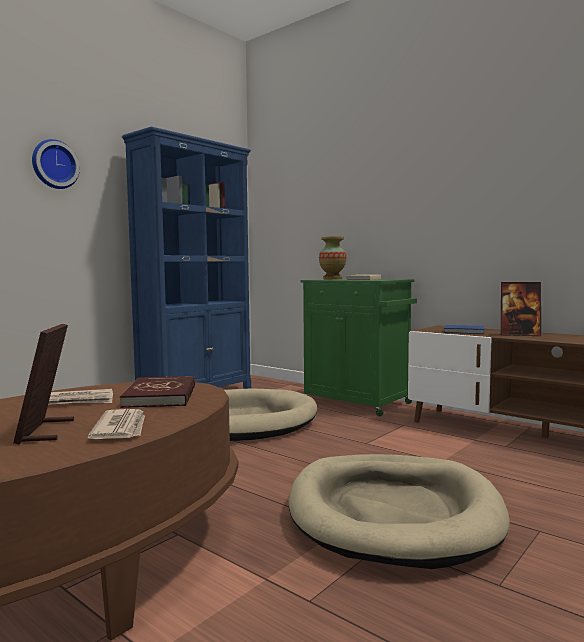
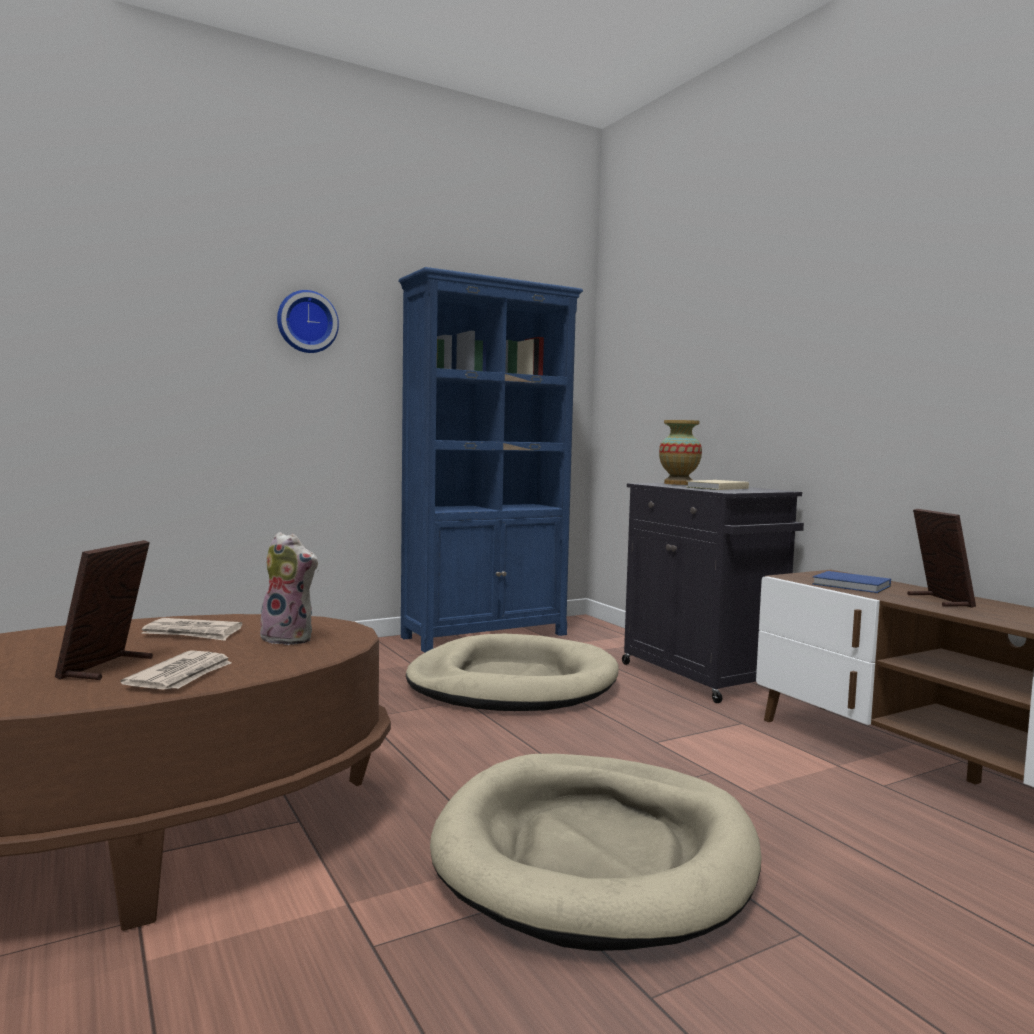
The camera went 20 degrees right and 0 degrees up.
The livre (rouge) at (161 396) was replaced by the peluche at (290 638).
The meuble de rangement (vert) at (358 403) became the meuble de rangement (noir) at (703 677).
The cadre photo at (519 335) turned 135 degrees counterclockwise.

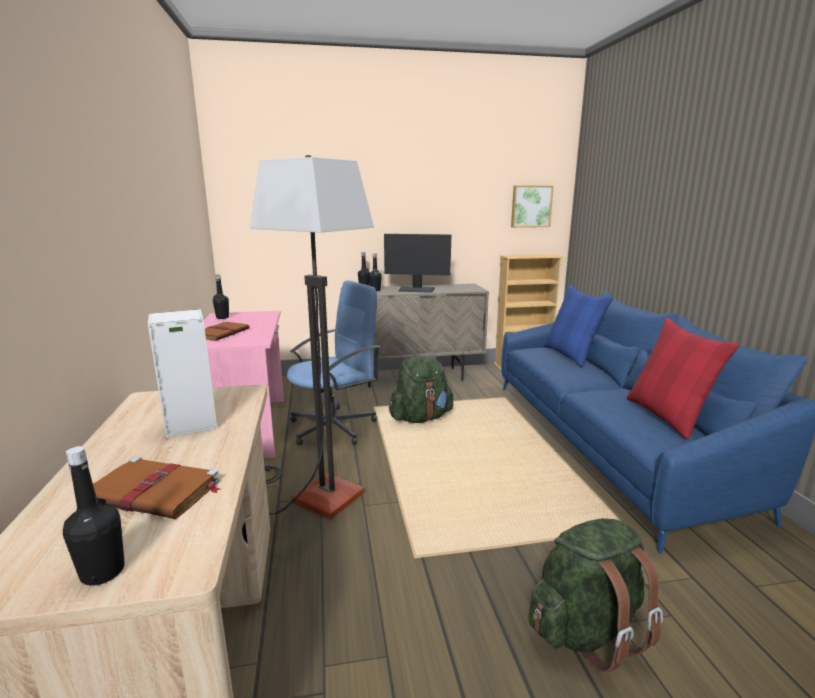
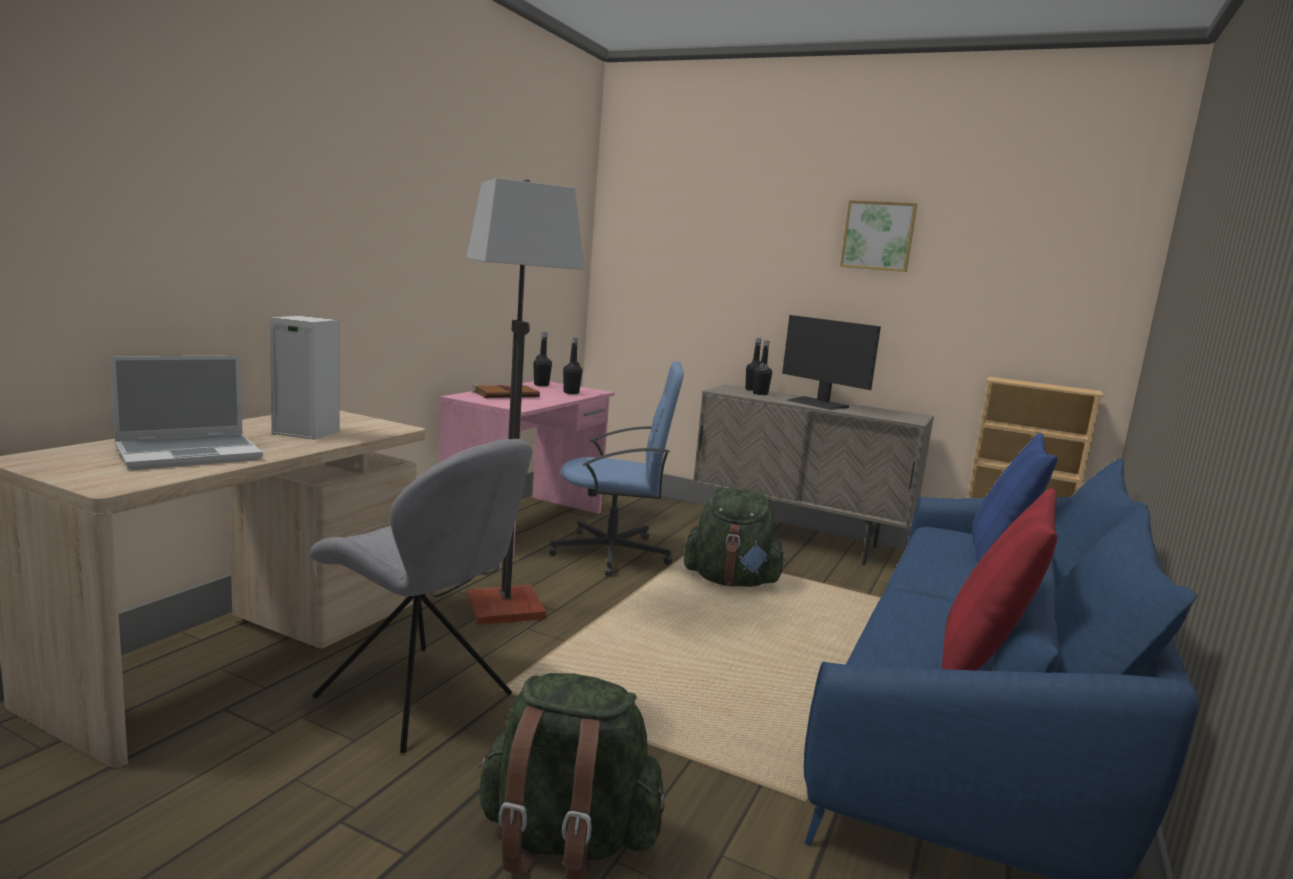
The camera went 35 degrees right and 5 degrees down.
The chaise (gris) at (419 699) appeared.
The bouteille (noir) moved from (102 572) to (571 393).
The tableau moved from (531 206) to (878 236).
The livre (marron) at (155 492) was replaced by the ordinateur portable at (191 454).

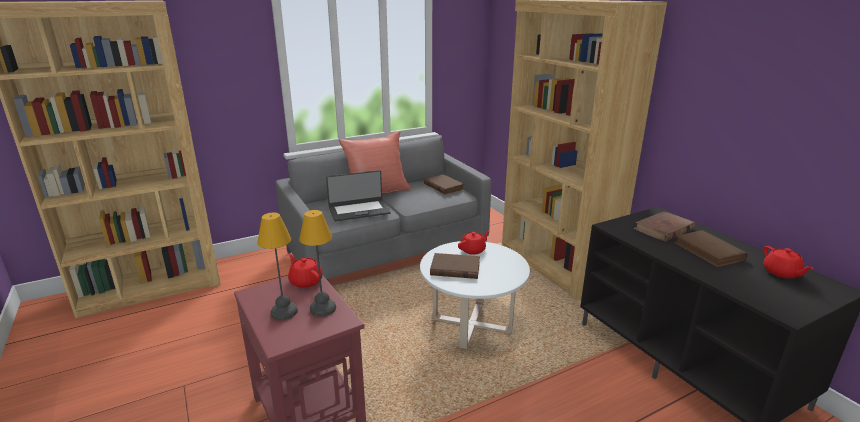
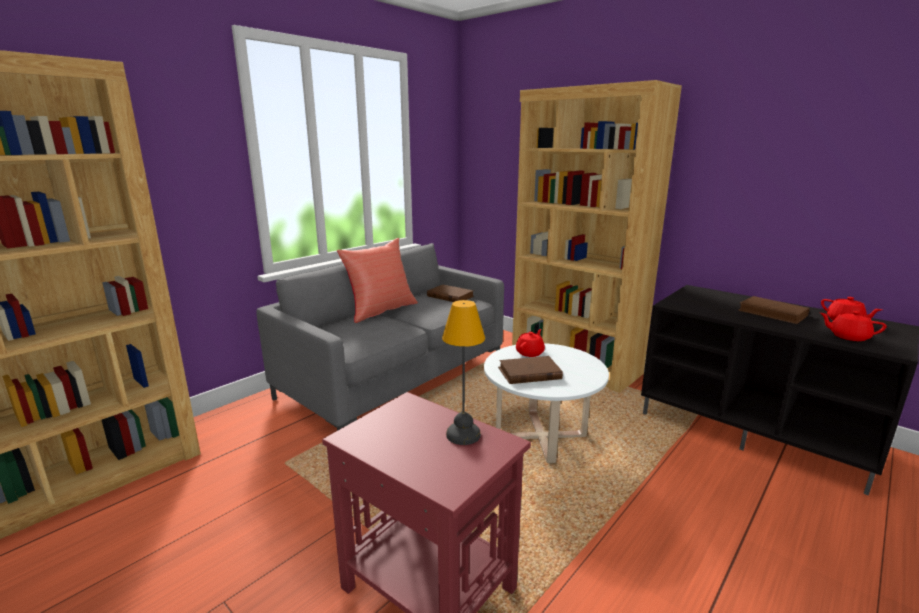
The camera went 20 degrees left and 5 degrees down.
The lampe de table at (285 311) disappeared.
The ordinateur portable at (359 210) disappeared.
The livre (marron) at (663 229) disappeared.
The théière (rouge) moved from (305 281) to (848 336).

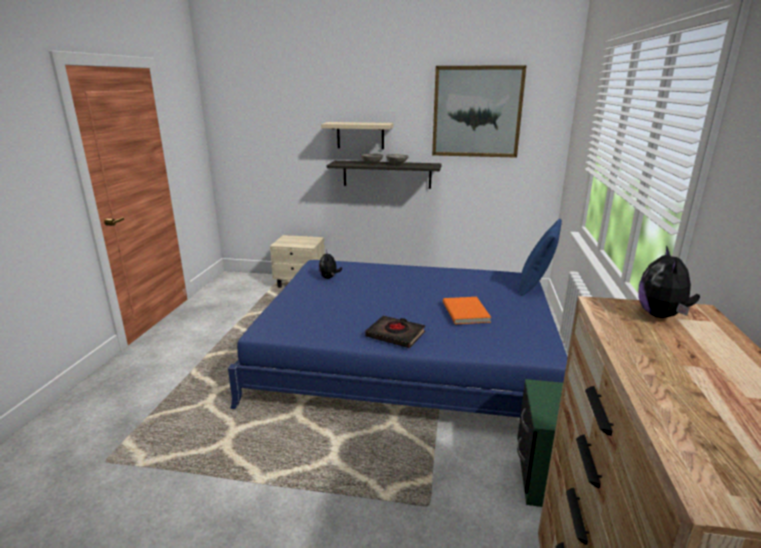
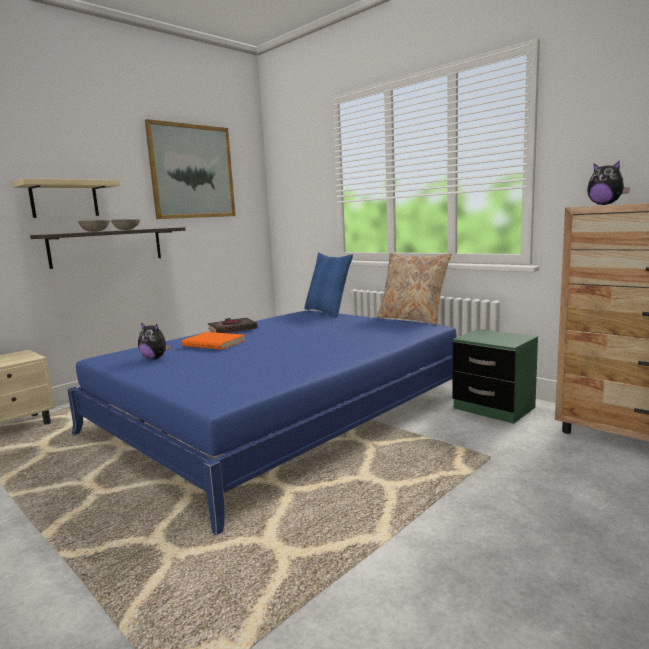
The camera went 55 degrees left and 10 degrees down.
The coussin (beige) at (412 319) appeared.
The livre (noir) moved from (395 335) to (232 329).
The livre (orange) moved from (466 312) to (215 343).

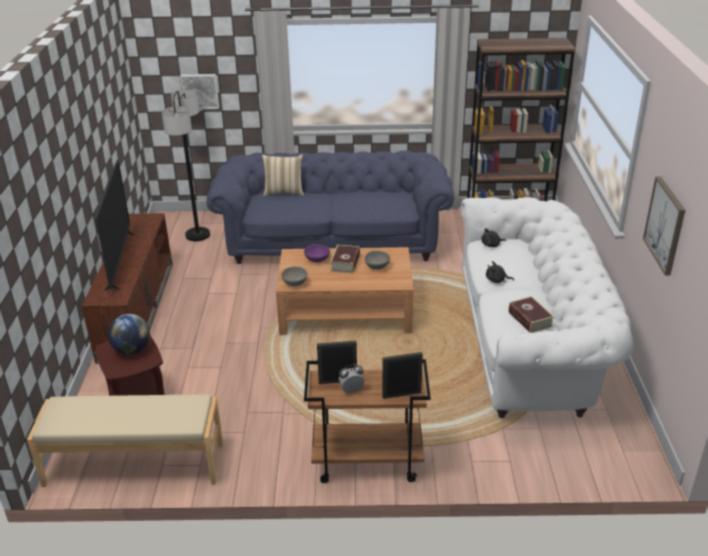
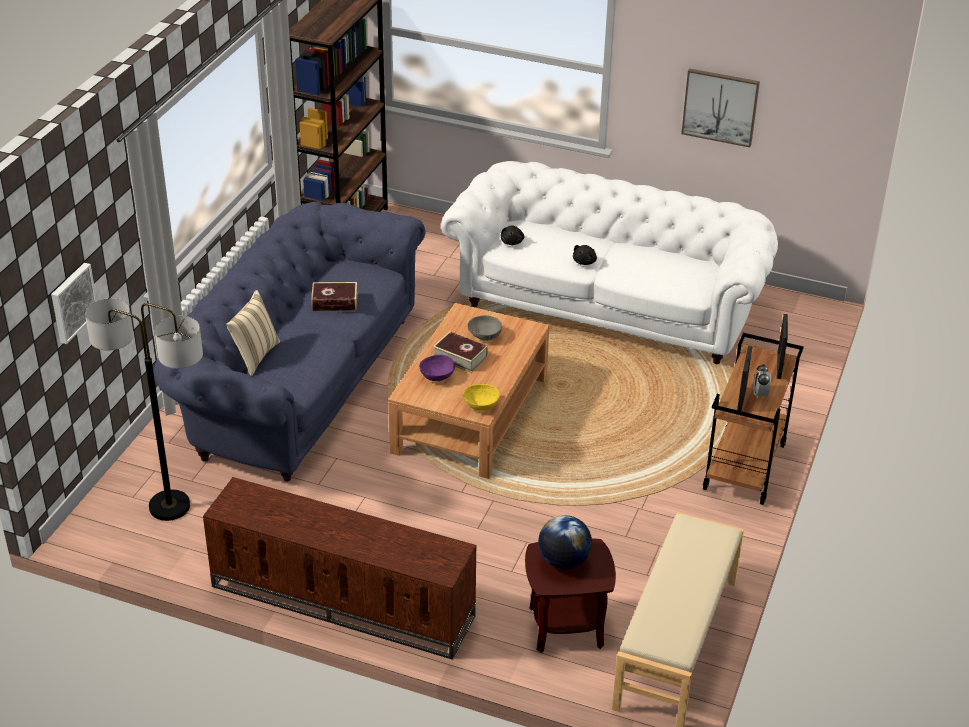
The camera went 70 degrees left and 5 degrees up.
The téléviseur at (120 261) disappeared.
The livre moved from (530 319) to (334 302).
The bol (gris) at (295 283) became the bol (jaune) at (480 406).

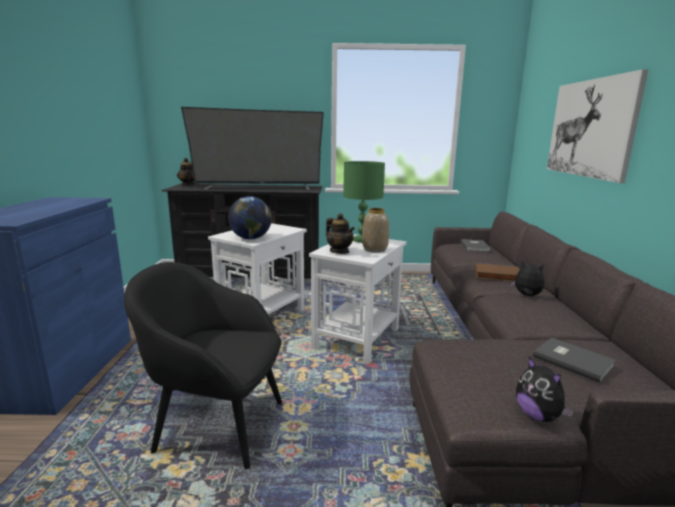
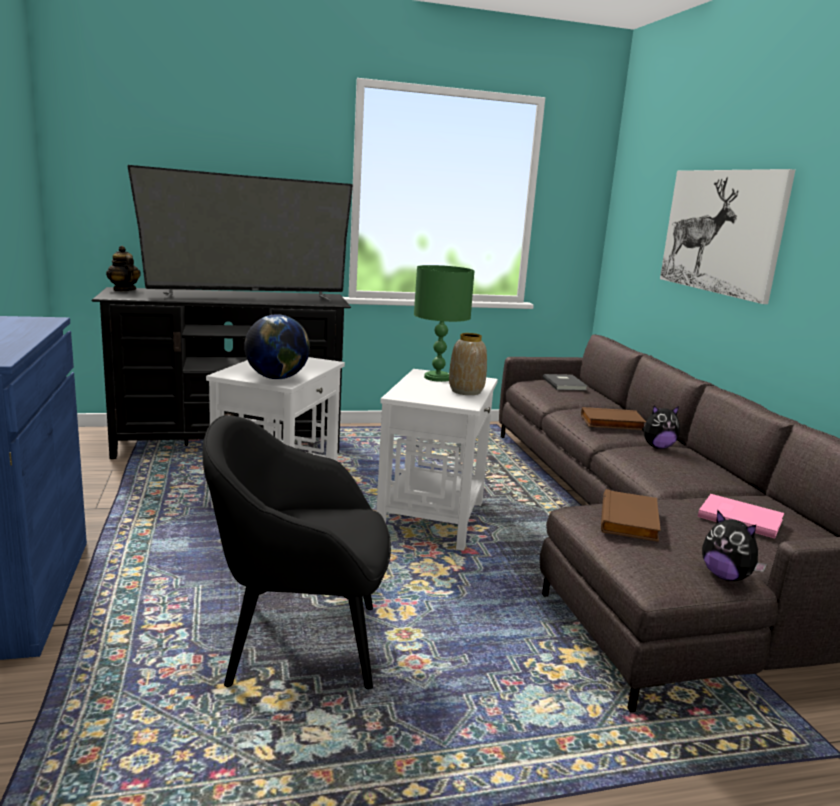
The camera went 15 degrees left and 0 degrees up.
The théière at (339 251) disappeared.
The livre (marron) at (631 520) appeared.
The livre (gris) at (572 360) became the livre (rose) at (739 517).
The peluche at (526 295) turned 150 degrees clockwise.

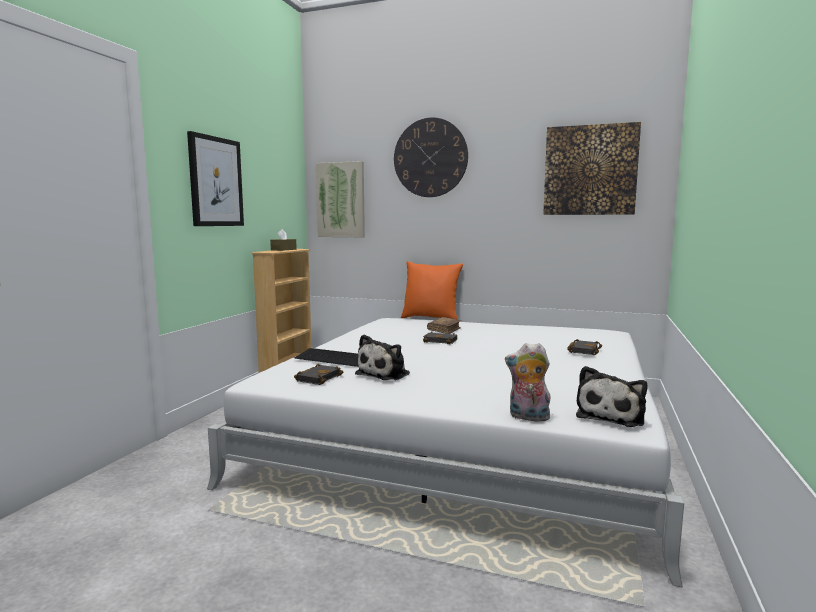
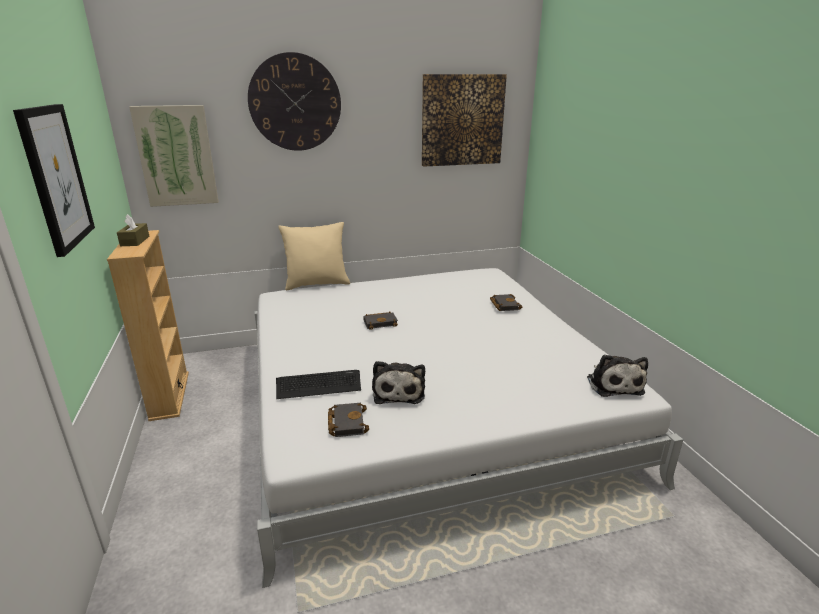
The camera went 35 degrees left and 15 degrees up.
The livre (marron) at (444 330) disappeared.
The peluche at (527 417) disappeared.
The coussin (orange) at (431 318) became the coussin (beige) at (317 284).

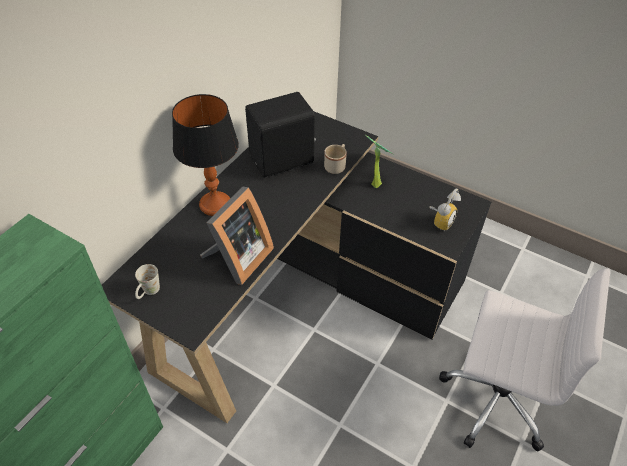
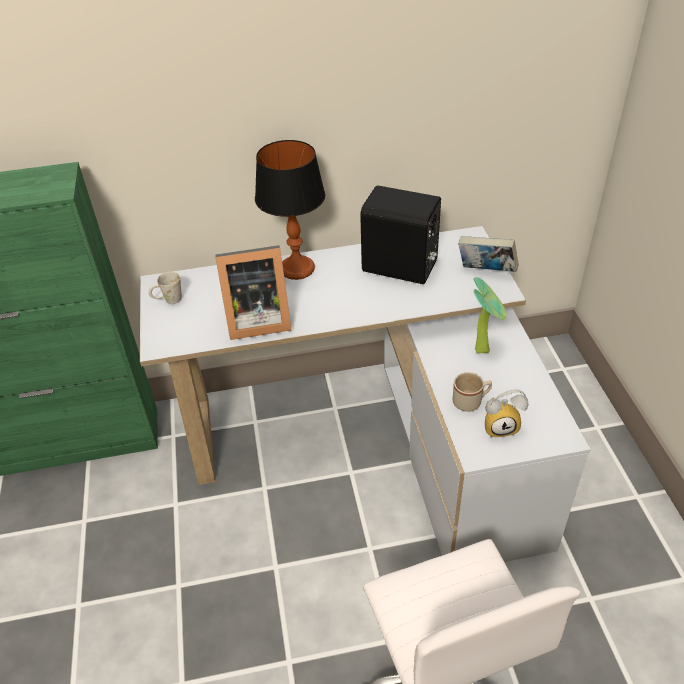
The camera went 50 degrees right and 5 degrees down.
The livre at (486 272) appeared.
The mug (beige) moved from (336 166) to (471 401).
The bureau (noir) at (302 298) became the bureau (blanc) at (374 438).

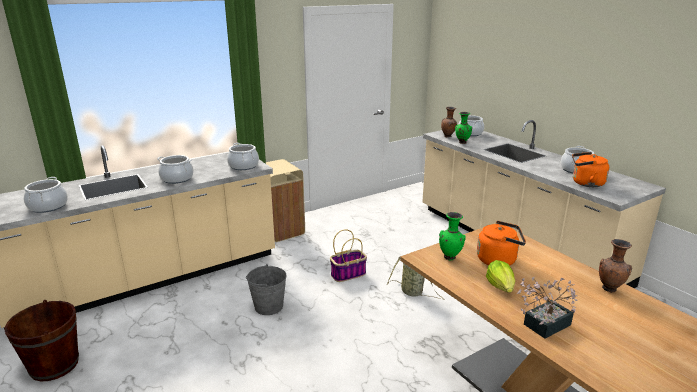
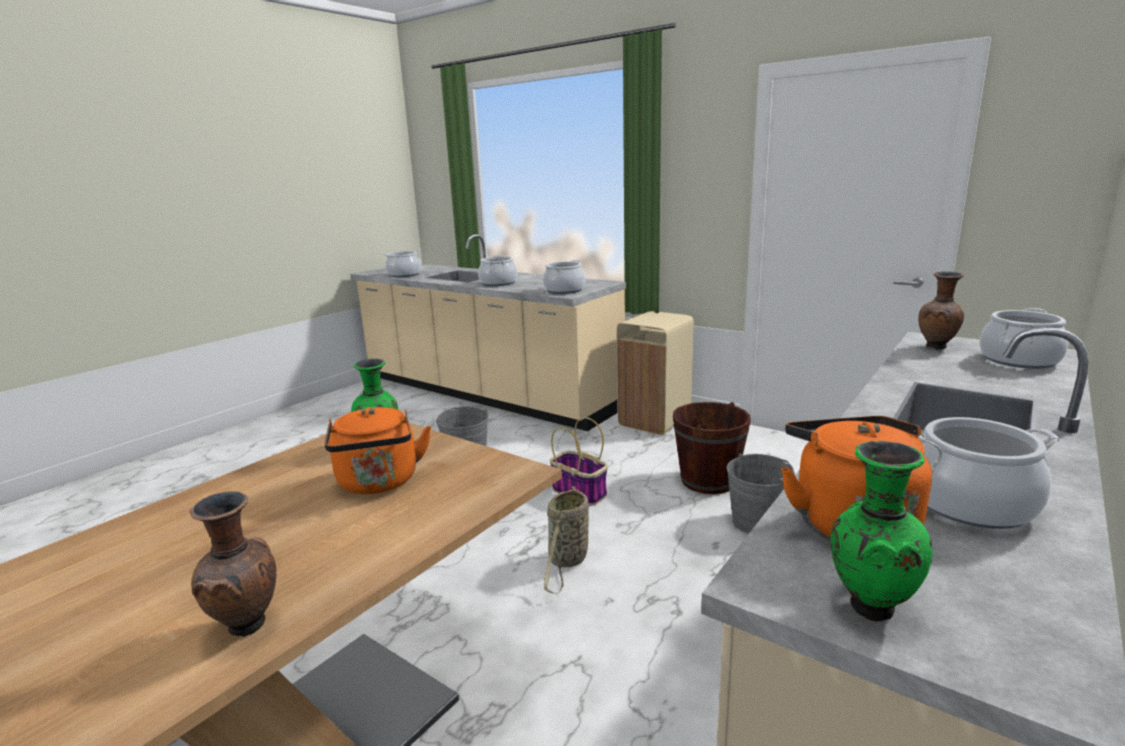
The camera went 70 degrees right and 5 degrees down.
The laitue at (501 286) disappeared.
The plante en pot at (543 326) disappeared.
The seau (gris) at (756 522) appeared.
The seau (marron) moved from (54 365) to (708 480).
The vase (vert) moved from (462 143) to (868 606).

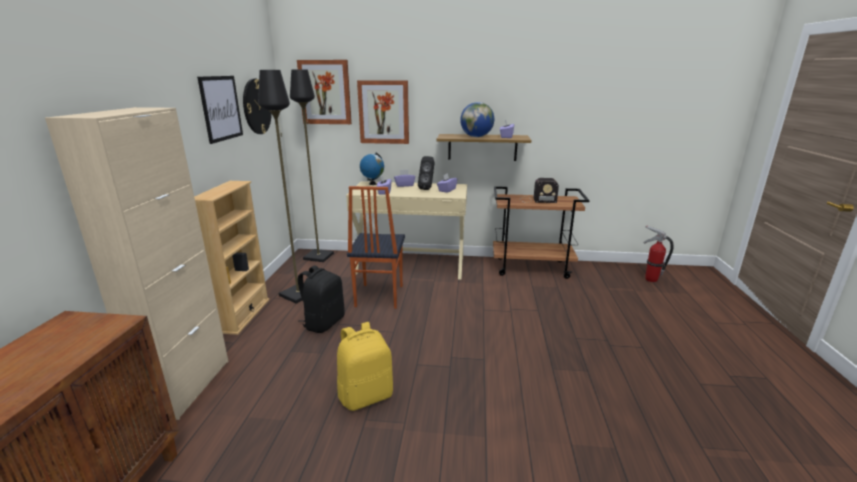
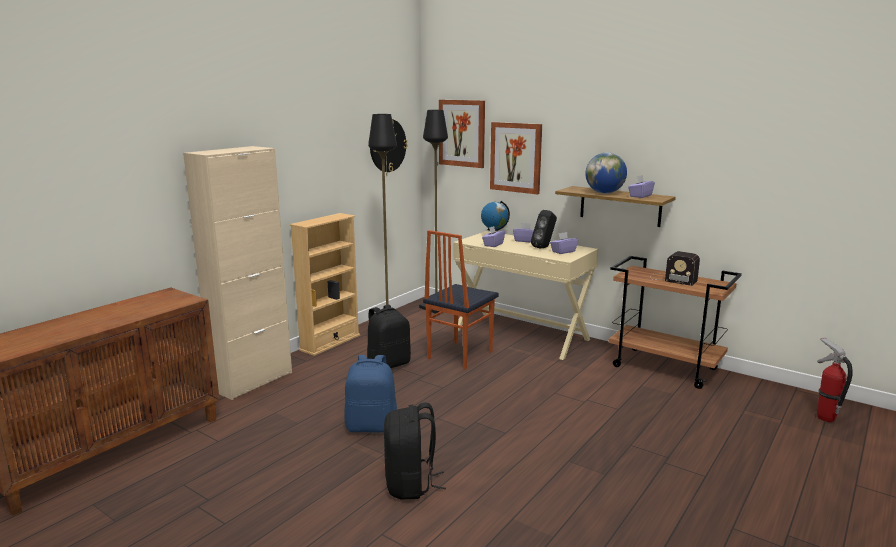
The camera went 30 degrees right and 5 degrees down.
The tableau at (221 108) disappeared.
The sac à dos (noir) at (411 485) appeared.
The sac à dos (jaune) at (366 395) became the sac à dos (bleu) at (372 426).

